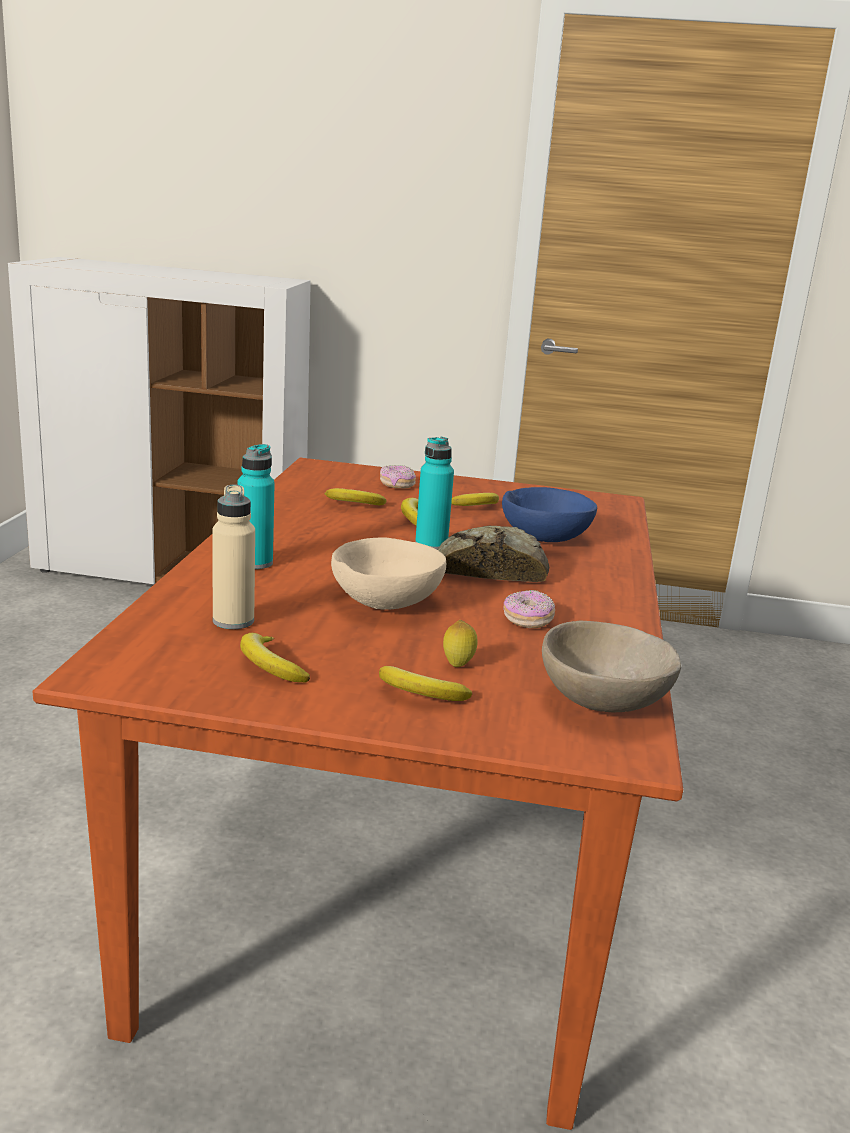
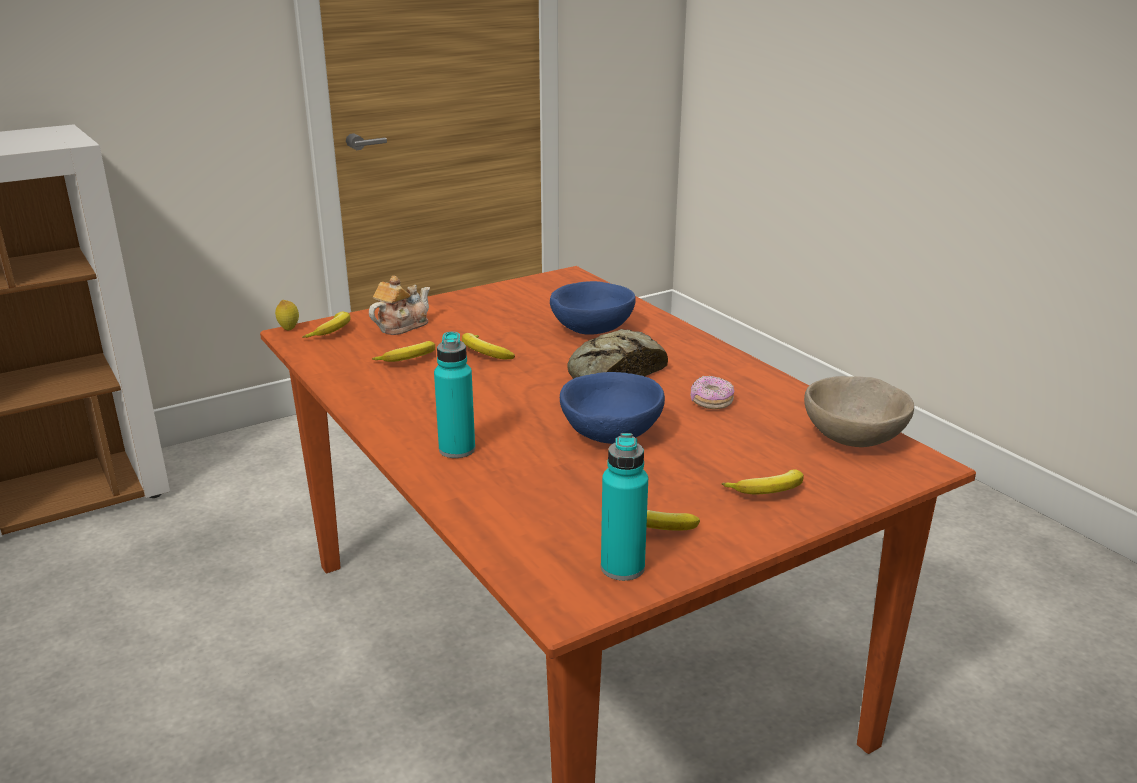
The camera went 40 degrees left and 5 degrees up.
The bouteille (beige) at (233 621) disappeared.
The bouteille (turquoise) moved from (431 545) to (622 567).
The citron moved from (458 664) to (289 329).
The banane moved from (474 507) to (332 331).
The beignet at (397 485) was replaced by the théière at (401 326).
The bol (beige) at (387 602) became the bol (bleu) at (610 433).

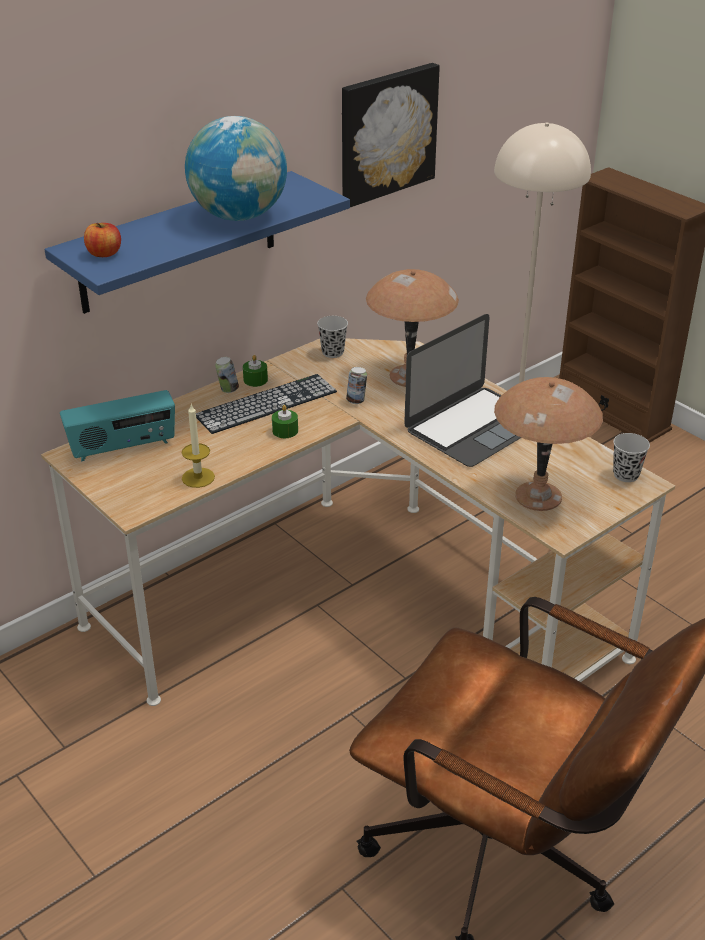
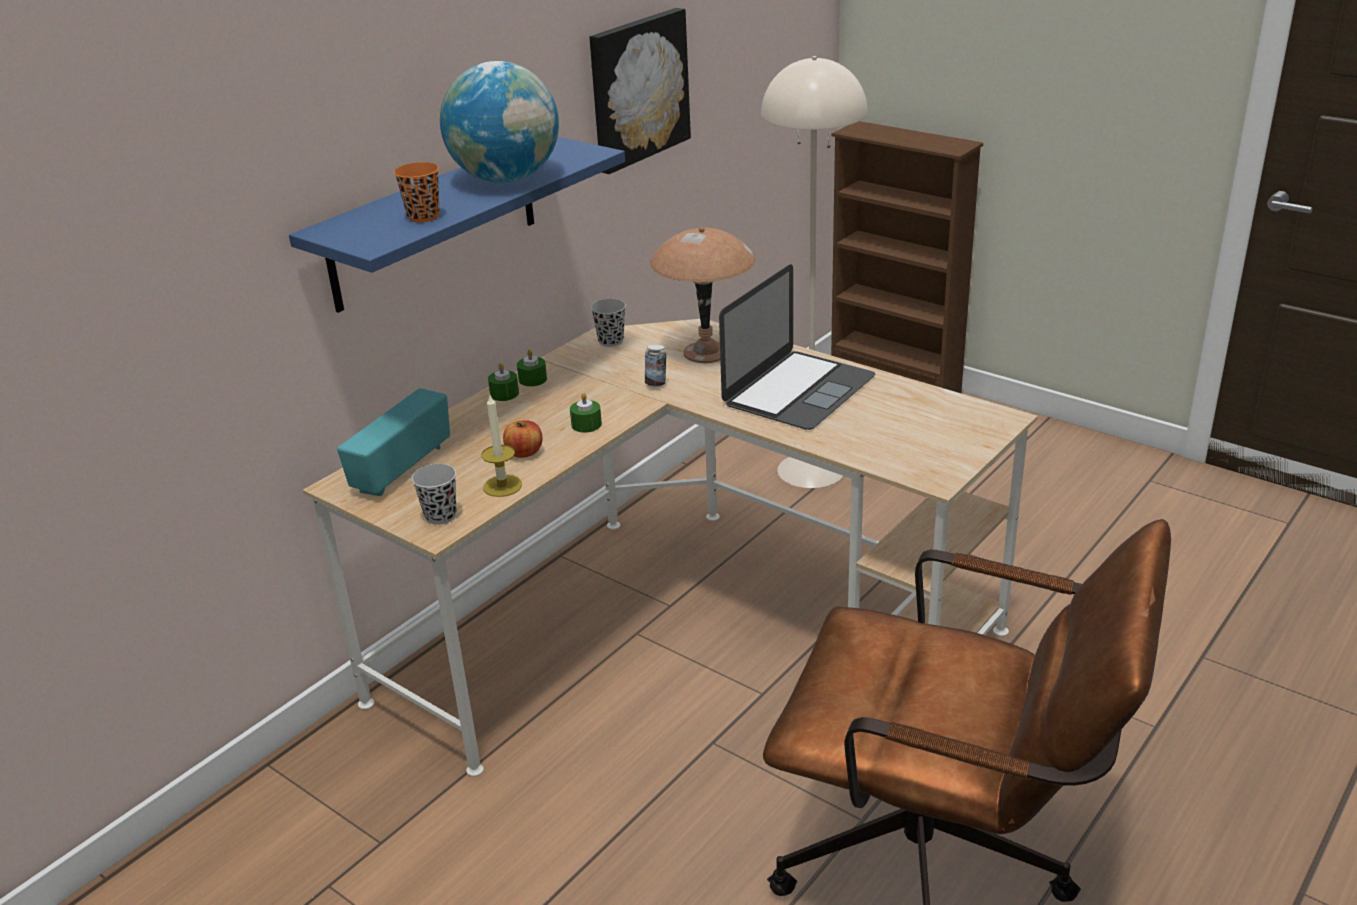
The camera went 10 degrees left and 5 degrees down.
The clavier at (266 403) disappeared.
The lampe de table (marron) at (539 497) disappeared.
The tasse (orange) at (423 217) appeared.
The pomme moved from (104 254) to (524 453).
The tasse (noir) moved from (626 475) to (440 516).
The boîte métallique at (228 390) was replaced by the bougie (vert) at (504 394).
The radio at (123 447) turned 150 degrees clockwise.

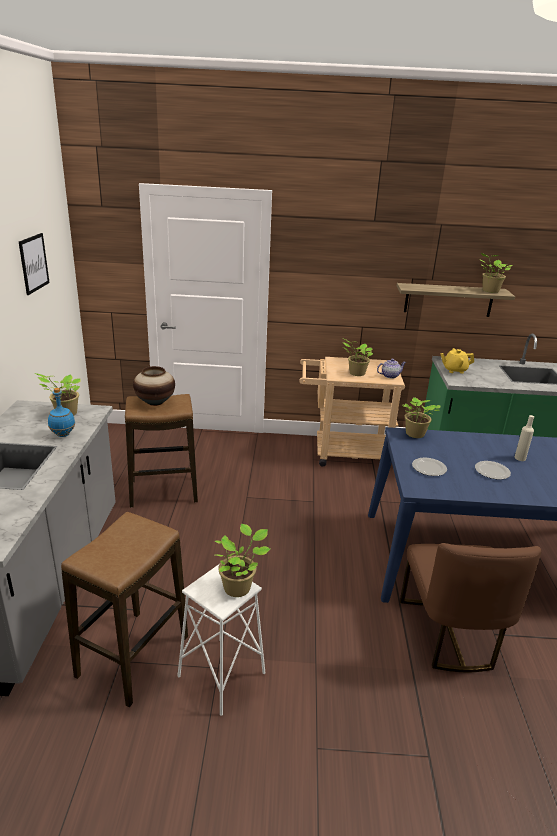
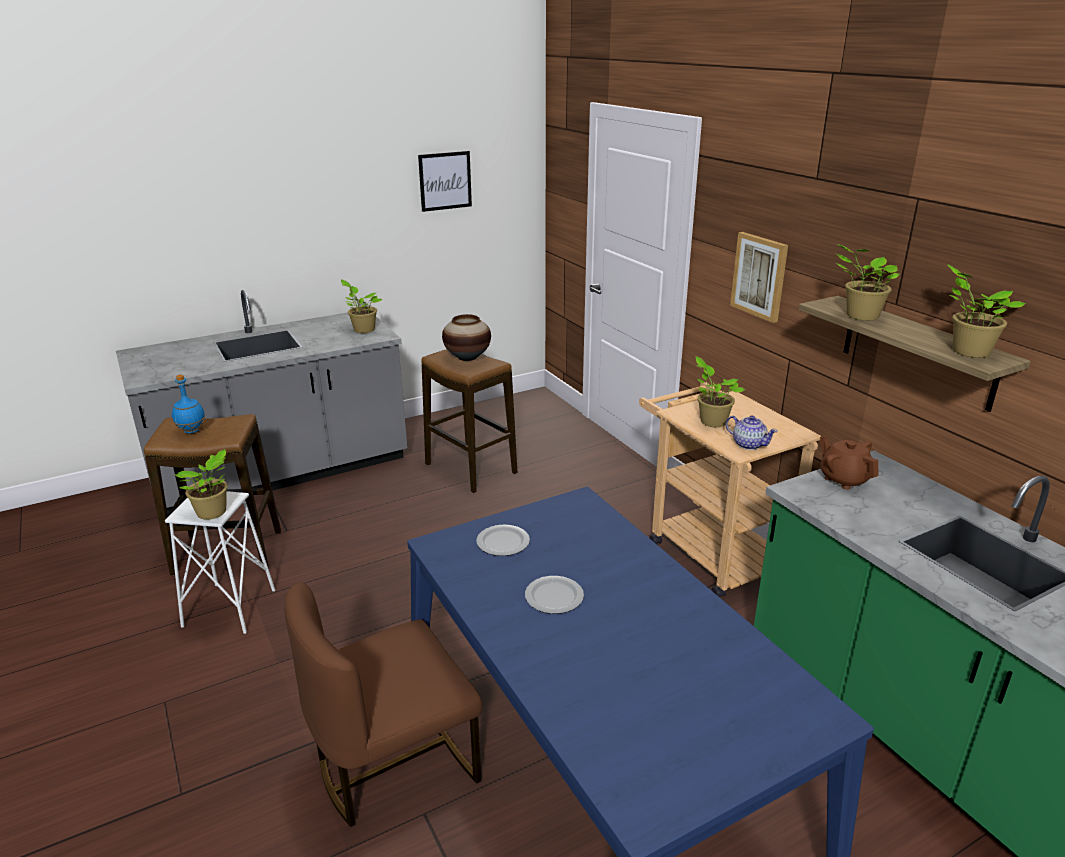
The camera went 60 degrees right and 0 degrees up.
The bouteille (beige) at (520 458) disappeared.
The tableau at (760 276) appeared.
The bouteille (bleu) moved from (63 434) to (192 431).
The plante en pot moved from (414 434) to (859 316).
The théière (jaune) at (454 370) became the théière (marron) at (844 479).

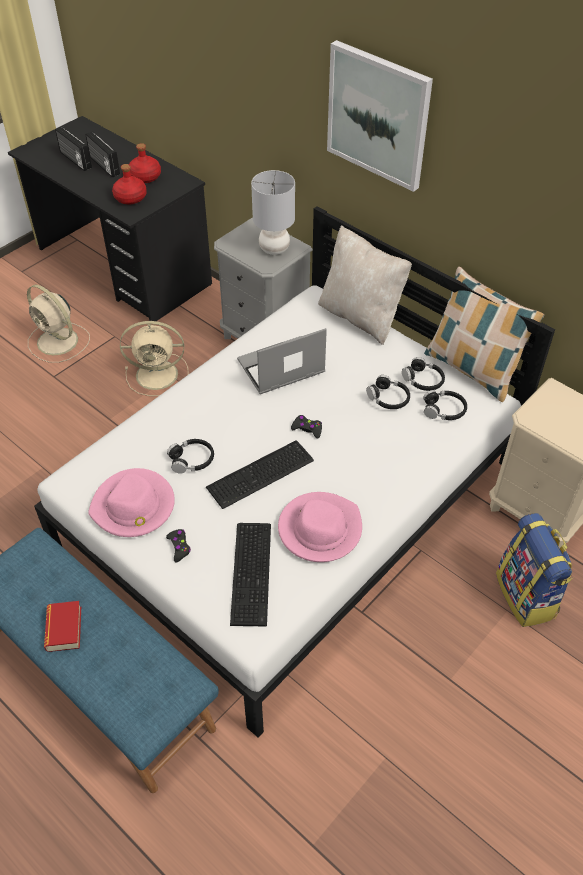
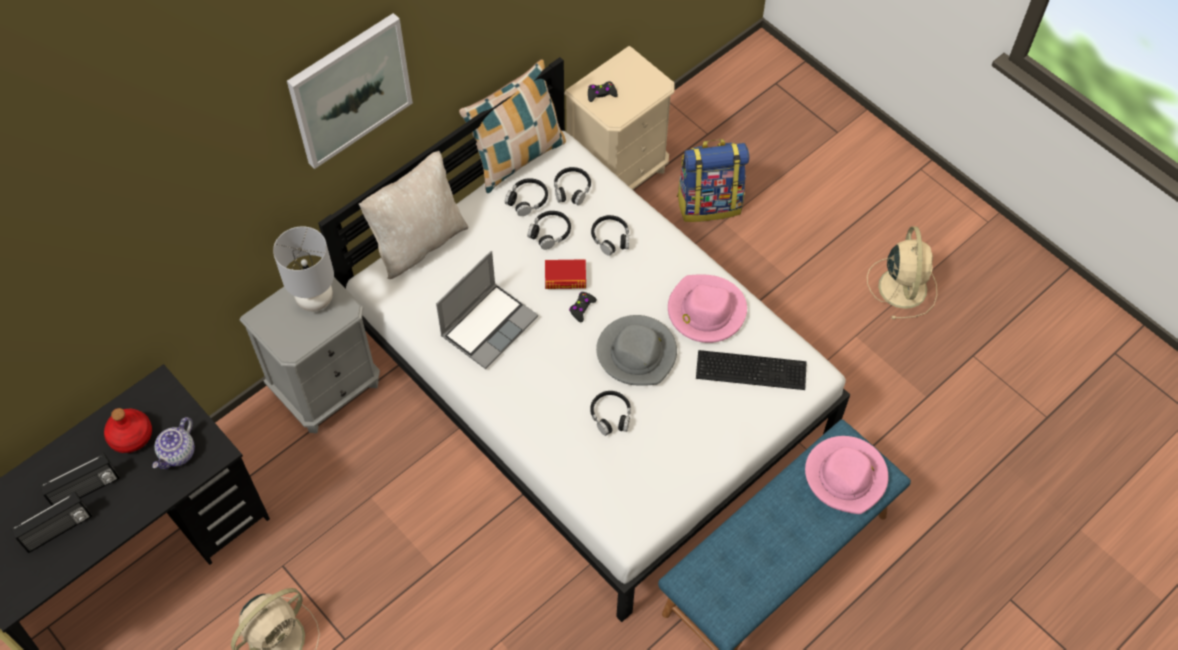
The camera went 85 degrees left and 10 degrees up.
The casque audio (noir) at (611 238) appeared.
The livre moved from (64 629) to (565 277).
The chapeau (rose) moved from (133 506) to (846 476).
The ventilateur (beige) moved from (159 375) to (902 286).
The manette (noir) moved from (179 547) to (601 94).
The bouteille (rouge) at (130 198) was replaced by the théière at (178 453).
The clavier at (262 474) was replaced by the chapeau (gris) at (637 352).
The ordinateur portable at (280 368) turned 120 degrees counterclockwise.

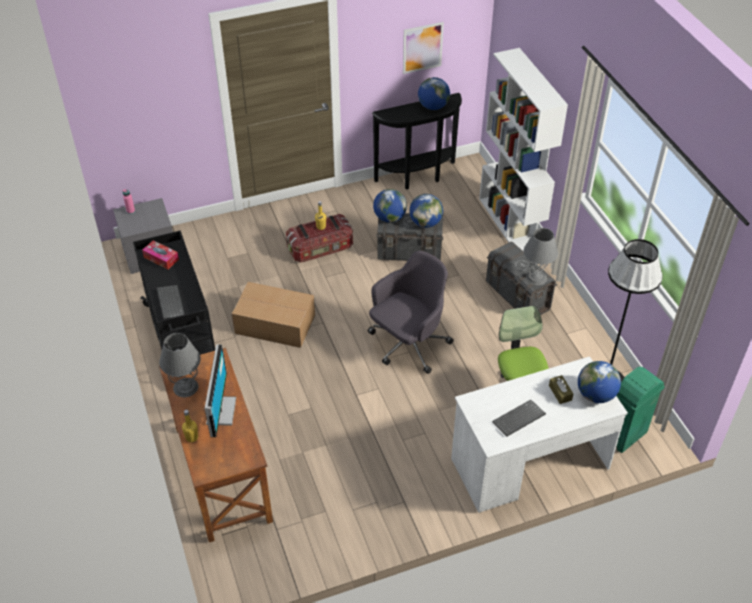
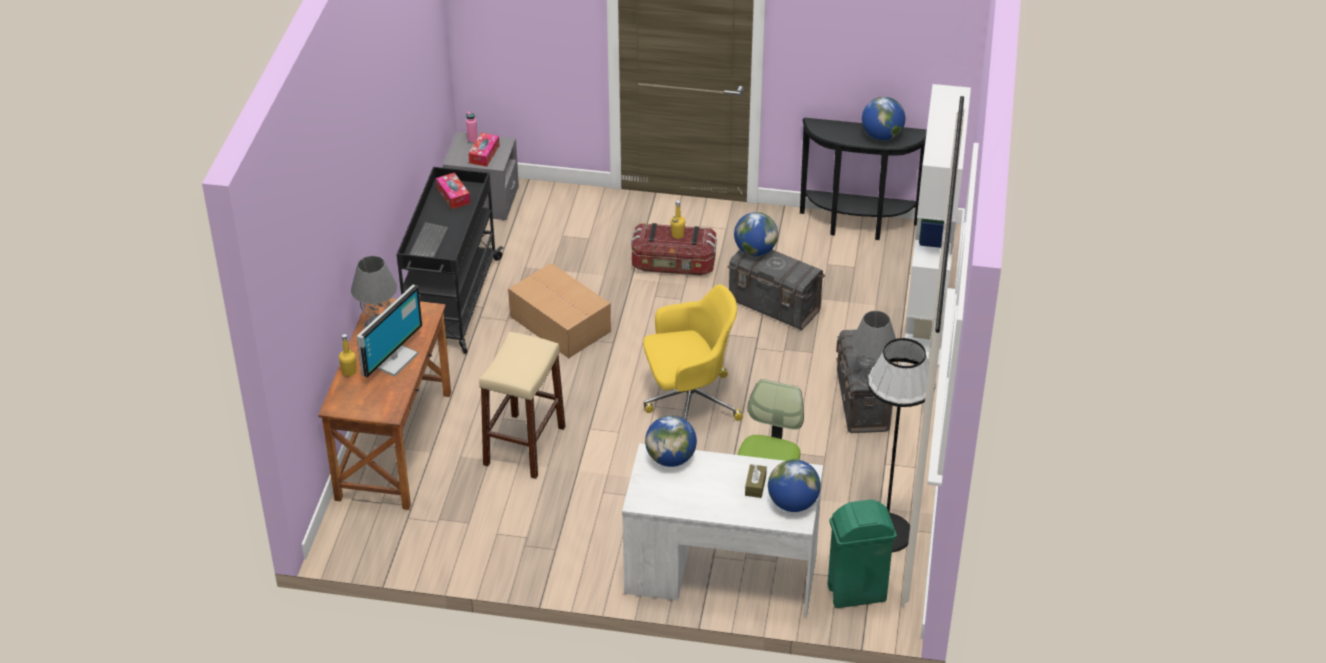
The camera went 30 degrees right and 5 degrees down.
The tableau at (422 47) disappeared.
The clavier at (518 420) disappeared.
The boîte à mouchoirs at (484 154) appeared.
The tabouret (beige) at (524 446) appeared.
The globe moved from (425 223) to (670 459).
The chaise de bureau (gris) at (408 345) became the chaise de bureau (jaune) at (688 402).

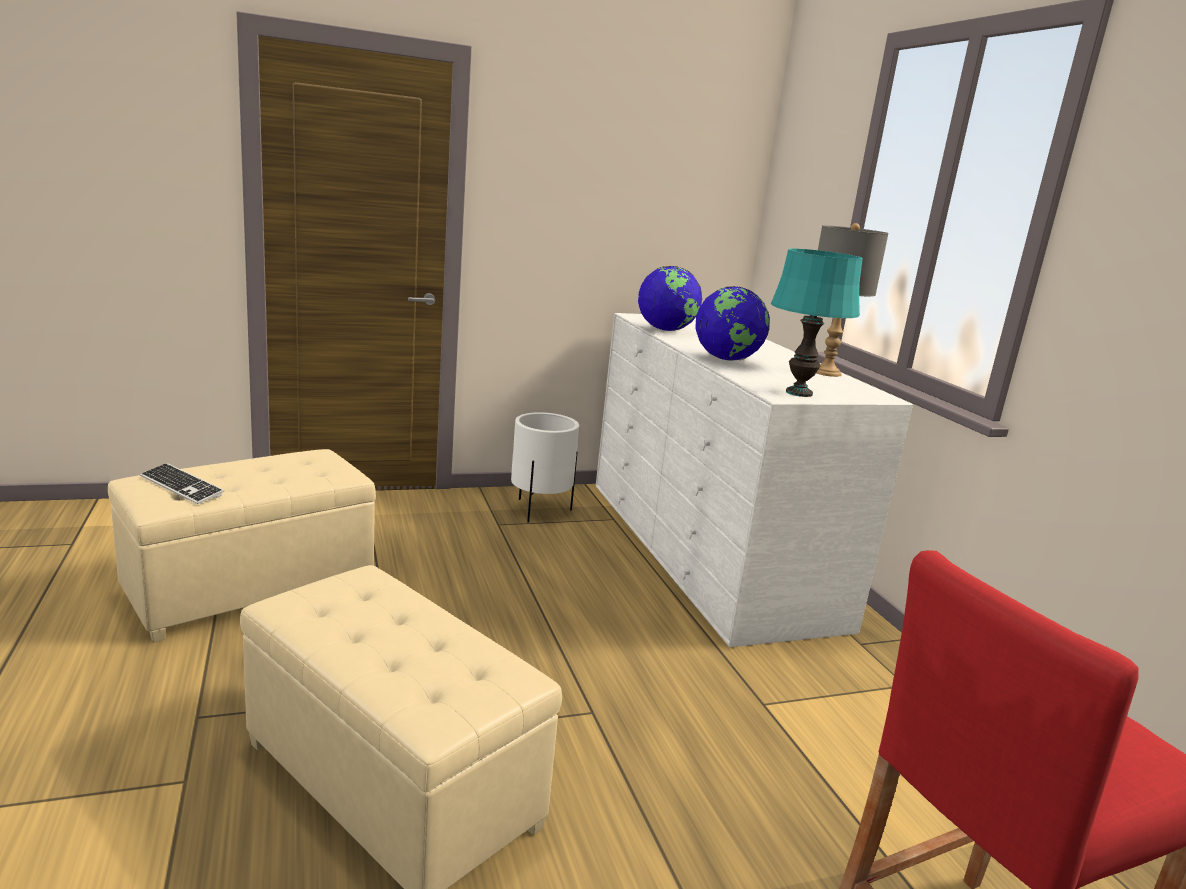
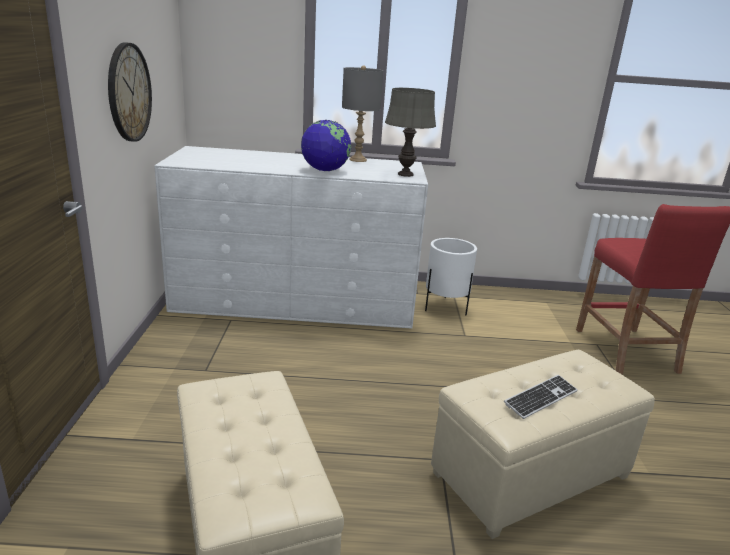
The camera went 70 degrees left and 5 degrees up.
The globe at (666 330) disappeared.
The horloge murale at (128 93) appeared.
The clavier moved from (181 486) to (541 398).
The cache-pot (blanc) moved from (539 510) to (445 308).
The lampe de table (turquoise) at (798 393) became the lampe de table (gris) at (405 174).

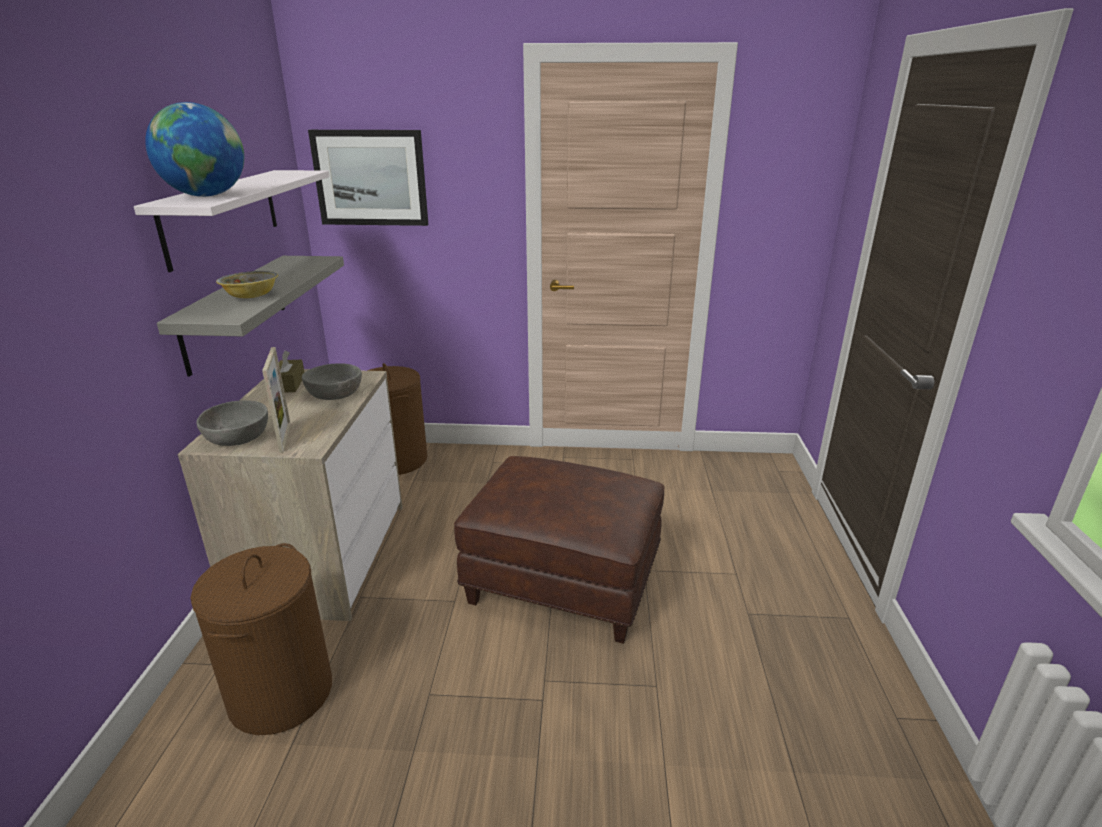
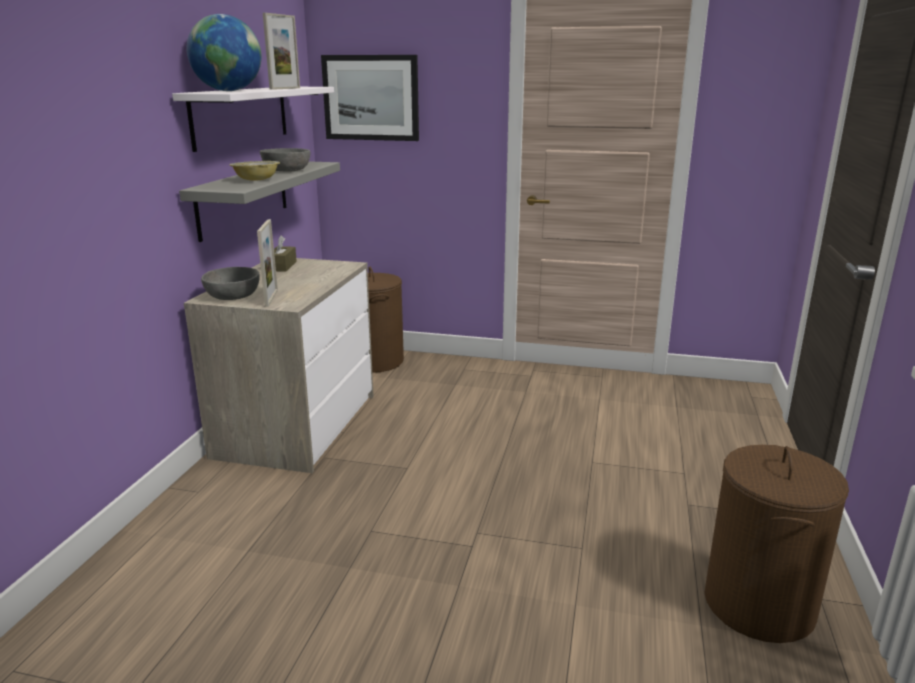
The camera went 10 degrees right and 5 degrees down.
The pouf (marron) at (565 582) disappeared.
The cadre photo at (285 88) appeared.
The panier à linge (marron) moved from (281 694) to (759 605).
The bol (gris) moved from (334 394) to (286 170).

